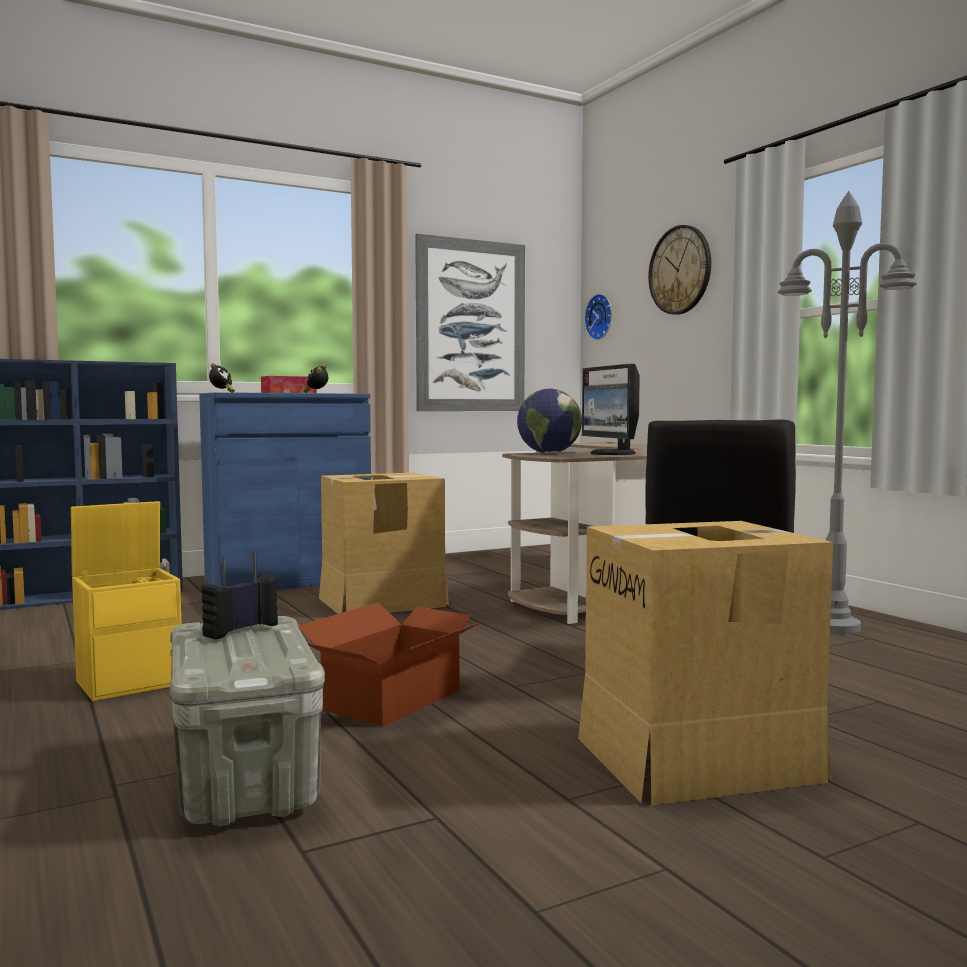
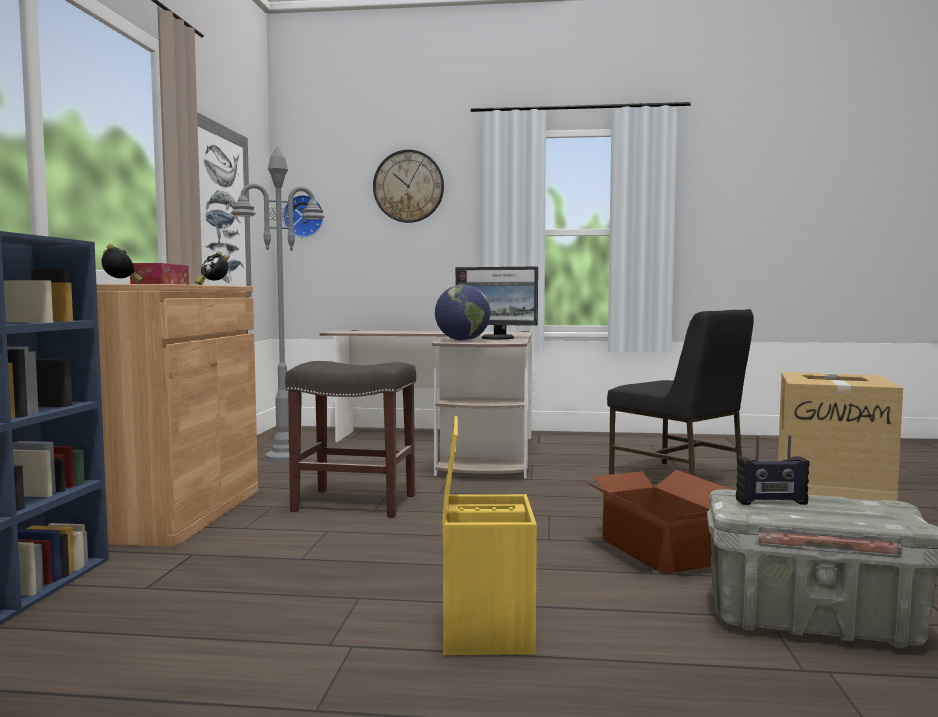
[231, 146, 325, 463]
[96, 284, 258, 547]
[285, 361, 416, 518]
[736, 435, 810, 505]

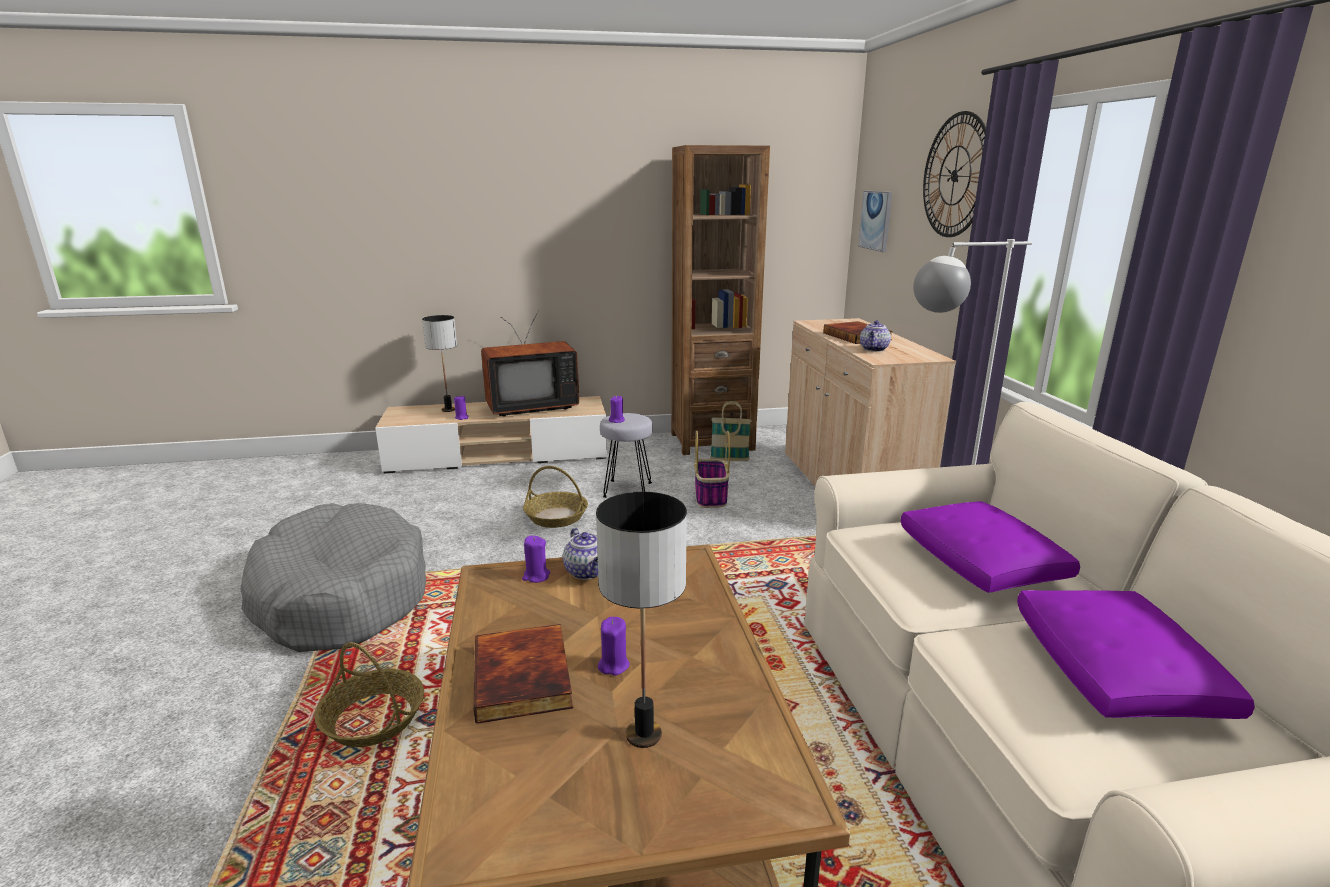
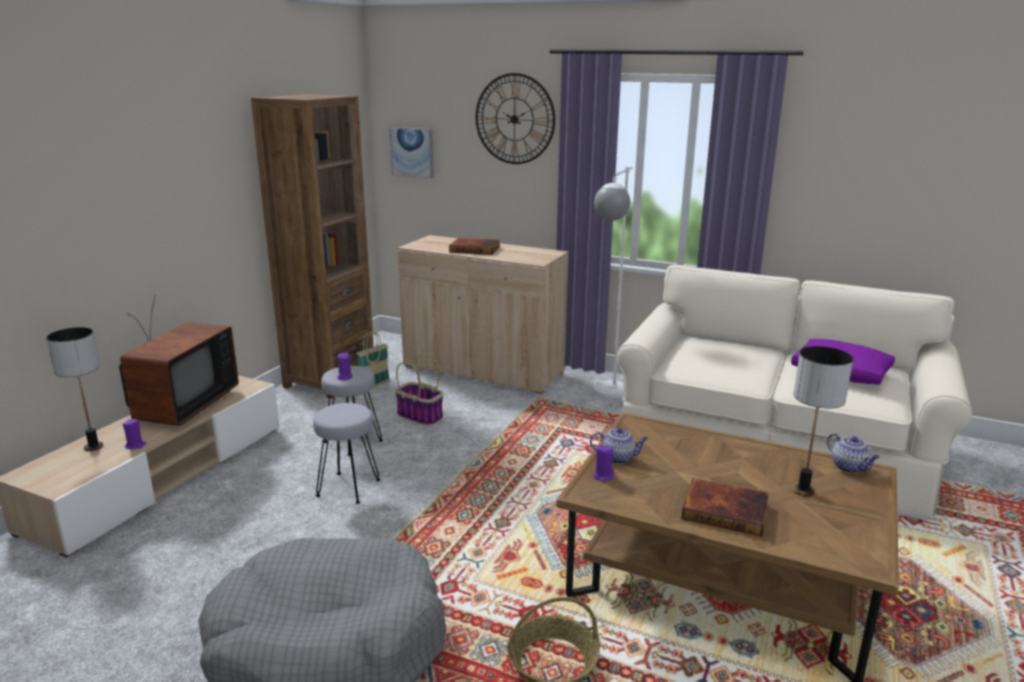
[827, 433, 880, 473]
[313, 403, 380, 504]
[901, 501, 1080, 593] (first image)
[598, 617, 630, 676] (first image)

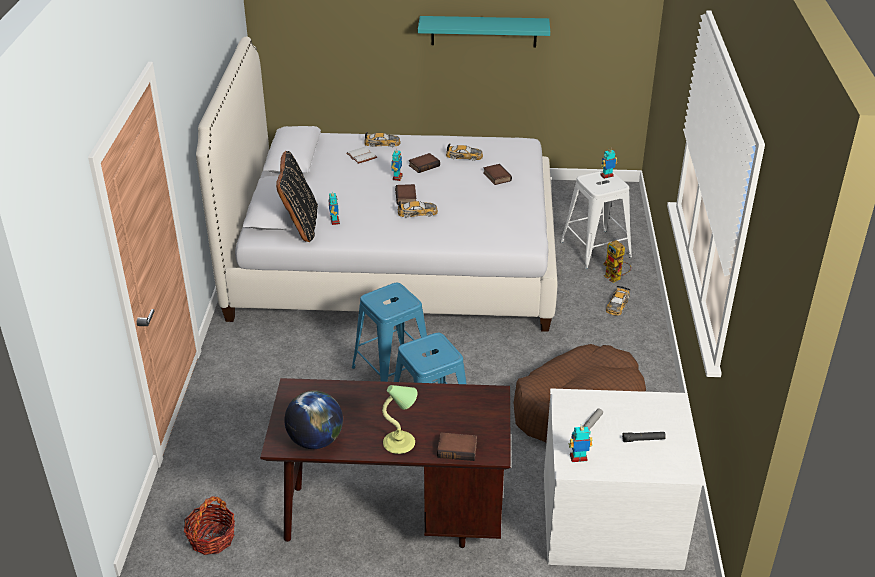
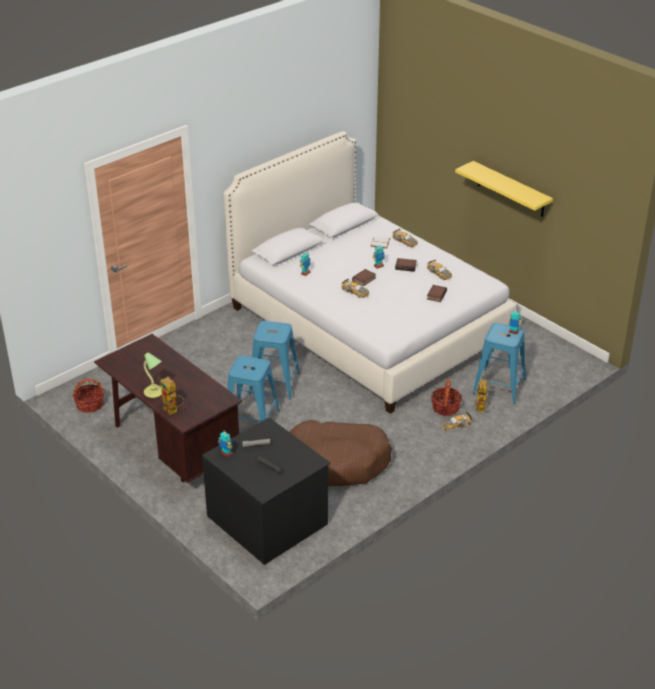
[455, 161, 553, 217]
[276, 151, 318, 242] (first image)
[472, 323, 526, 404]
[202, 418, 331, 565]
[284, 391, 343, 449] (first image)
[160, 377, 184, 415]
[431, 379, 462, 416]

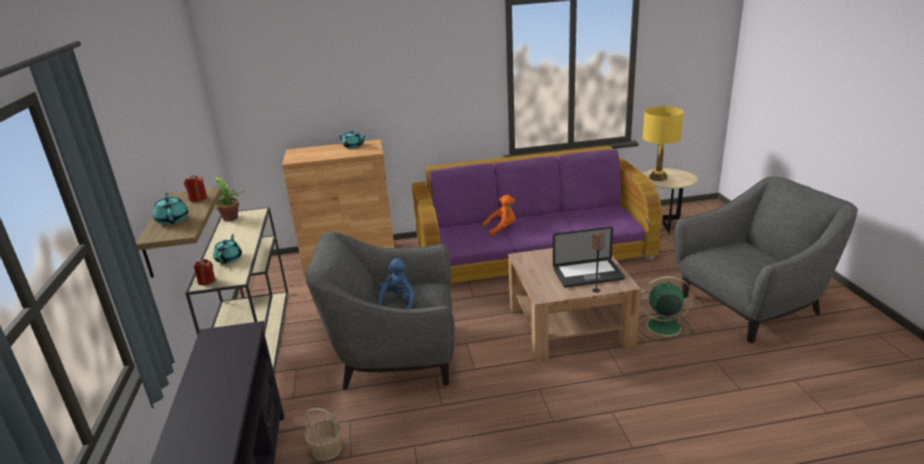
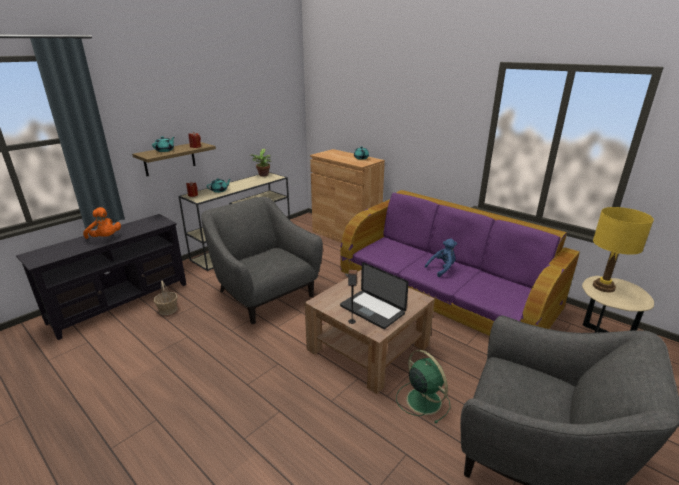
[83, 207, 121, 239]
[425, 239, 457, 277]

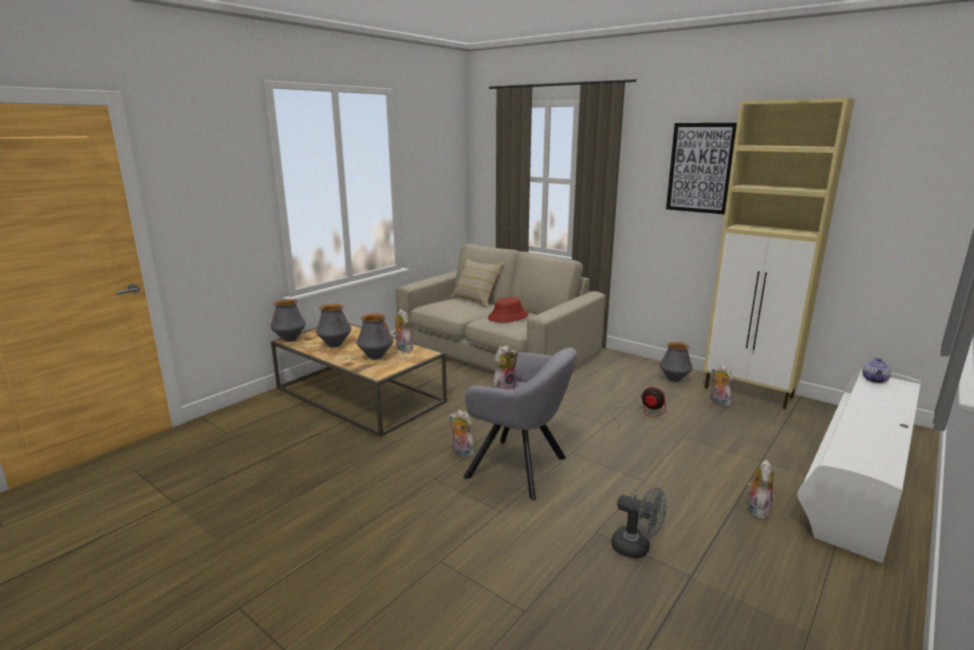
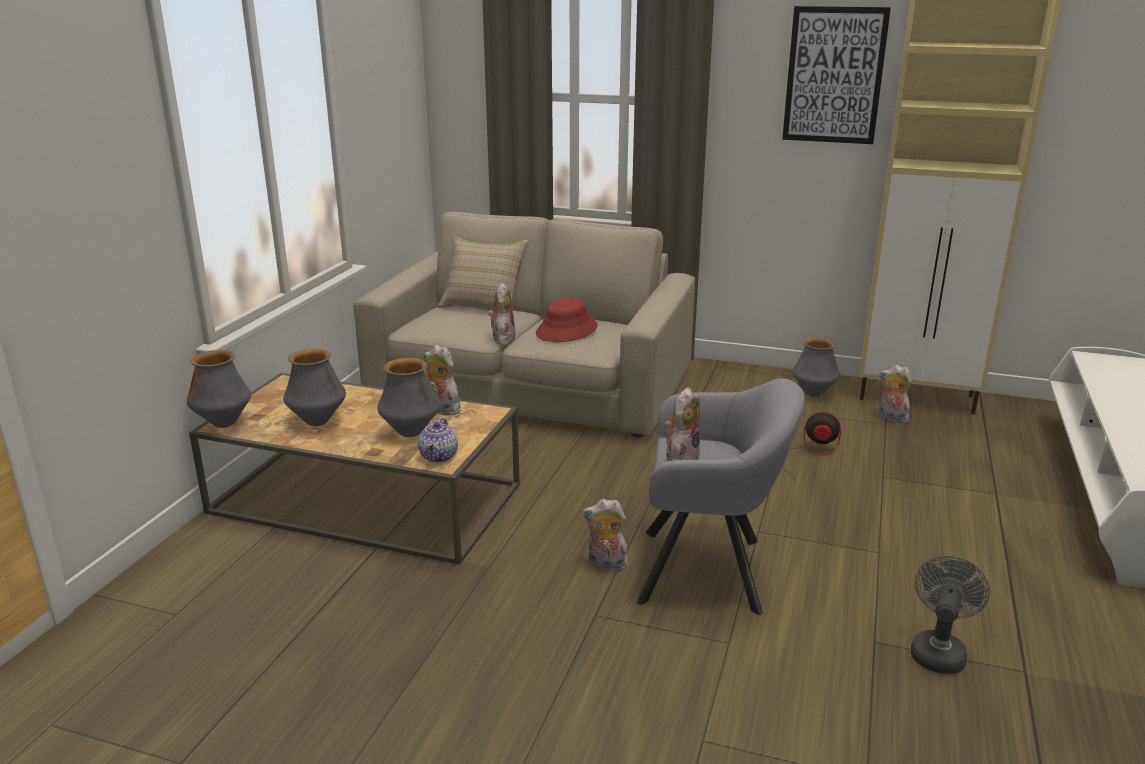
[418, 418, 458, 463]
[488, 283, 516, 345]
[911, 556, 990, 674]

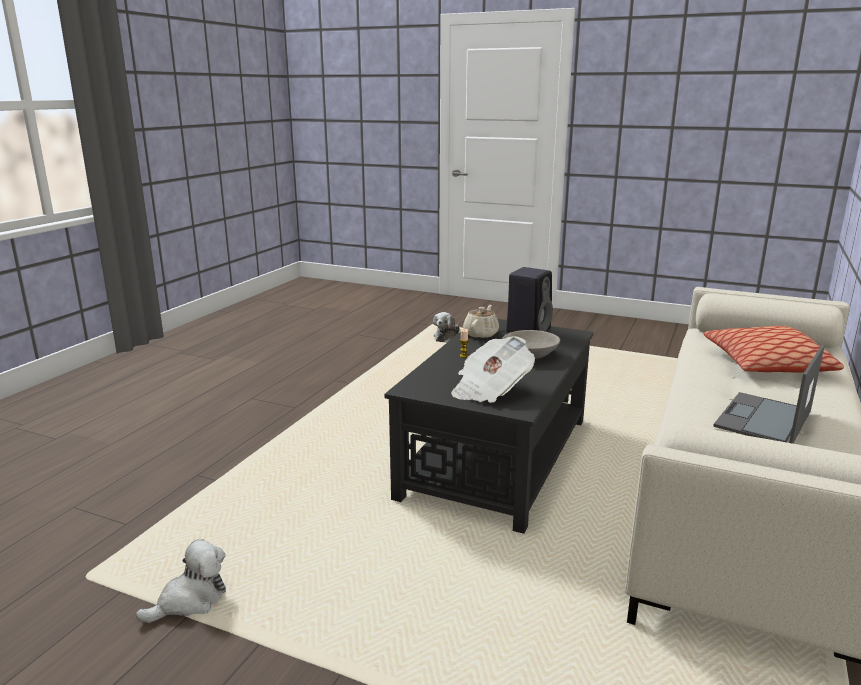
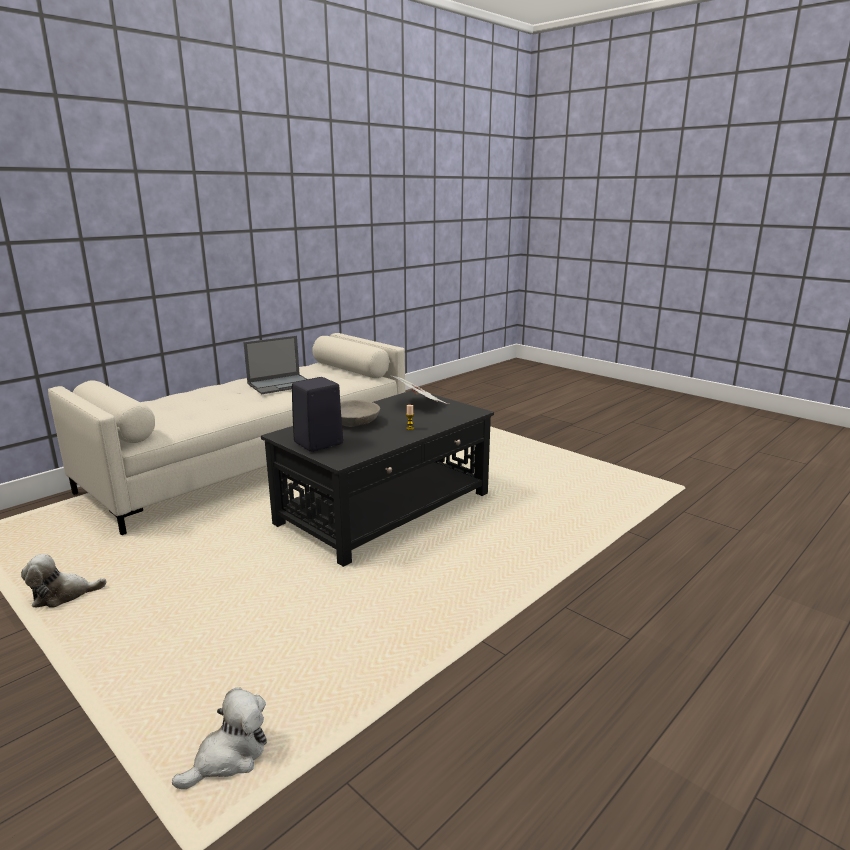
[463, 305, 499, 338] (first image)
[704, 326, 844, 373] (first image)
[21, 554, 107, 608]

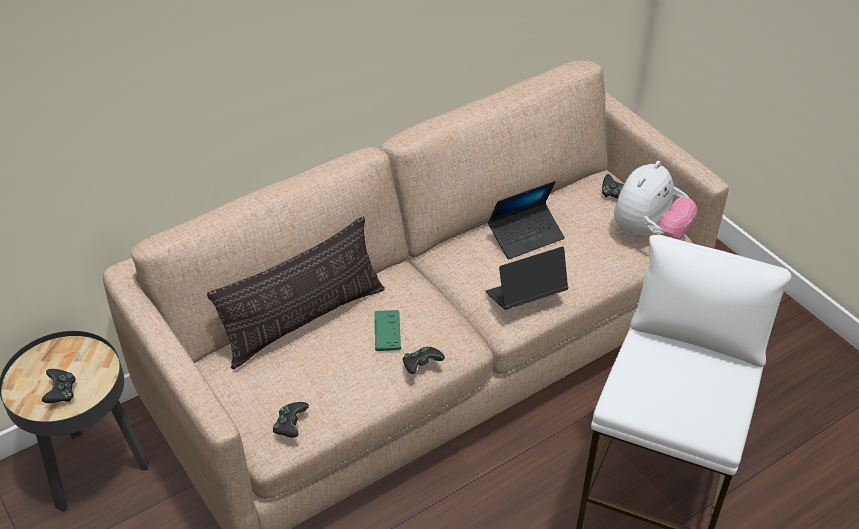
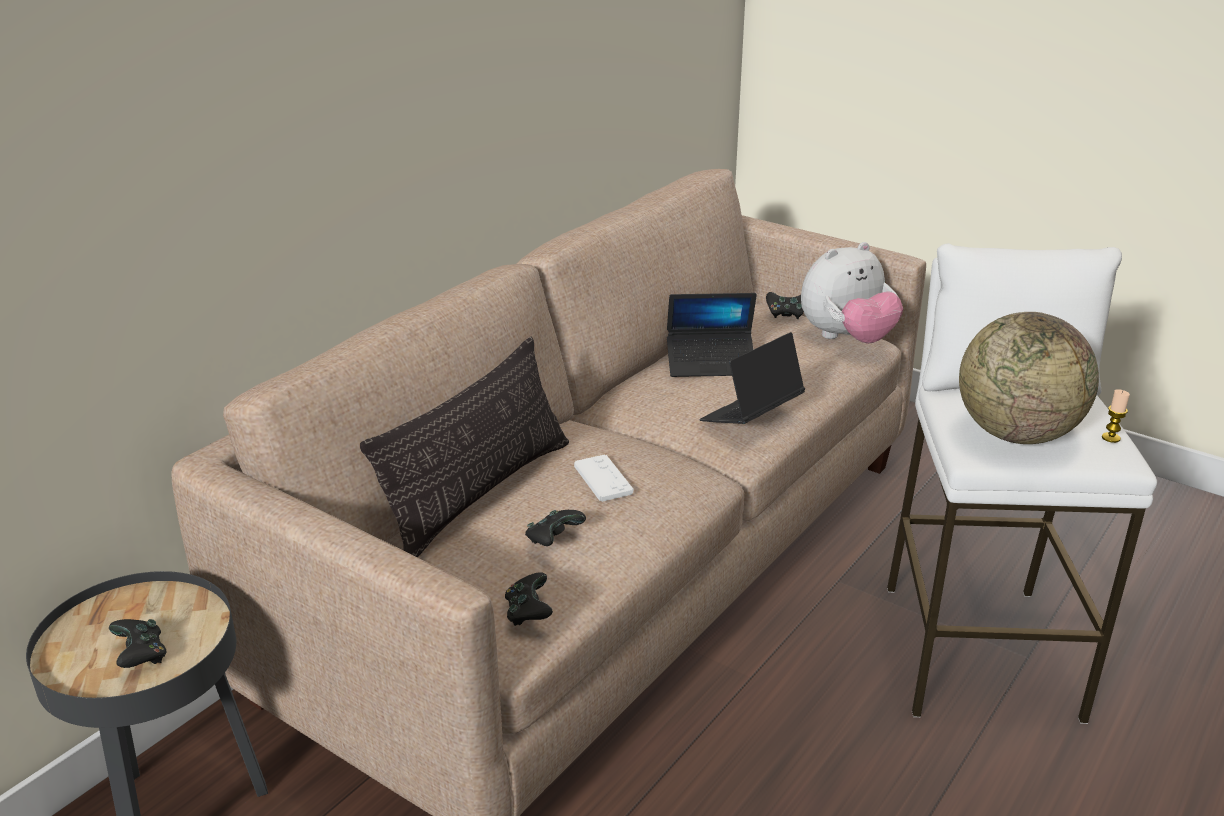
[801, 242, 903, 344]
[667, 293, 757, 377]
[574, 455, 633, 502]
[525, 510, 586, 546]
[959, 312, 1099, 444]
[1102, 389, 1130, 443]

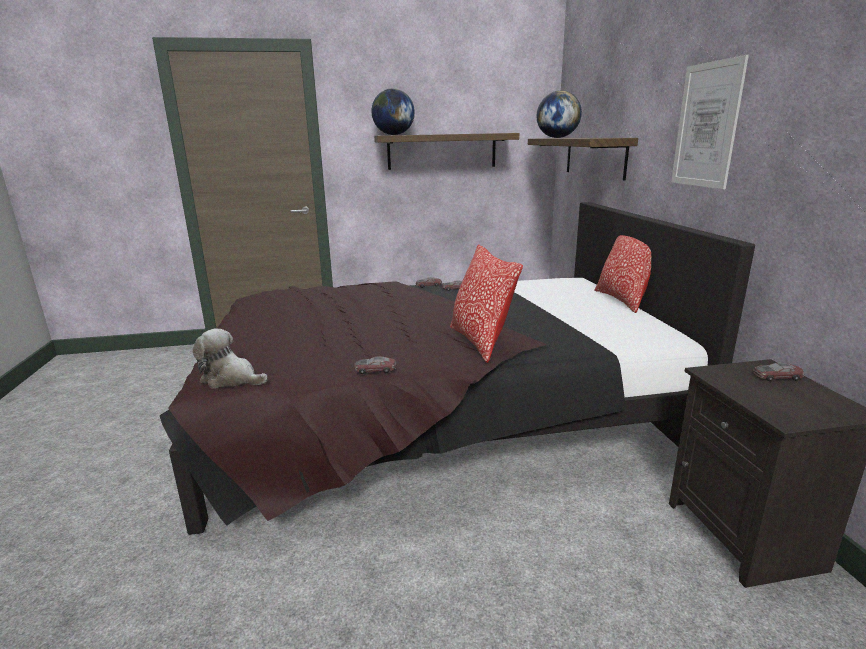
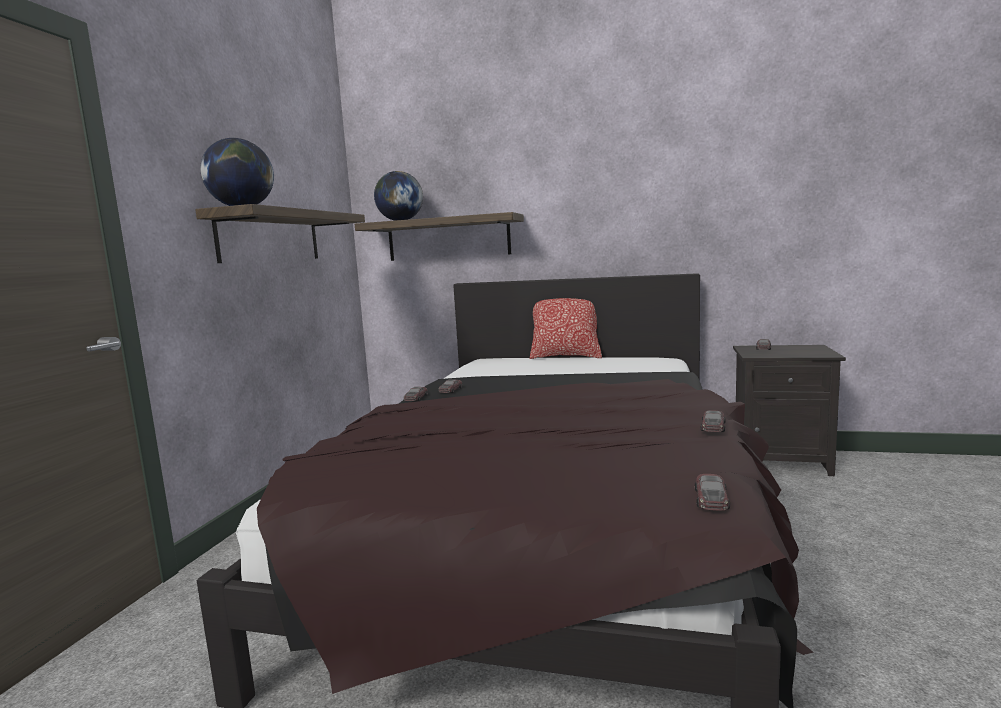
[671, 55, 749, 189] (first image)
[450, 244, 523, 363] (first image)
[695, 474, 730, 511]

